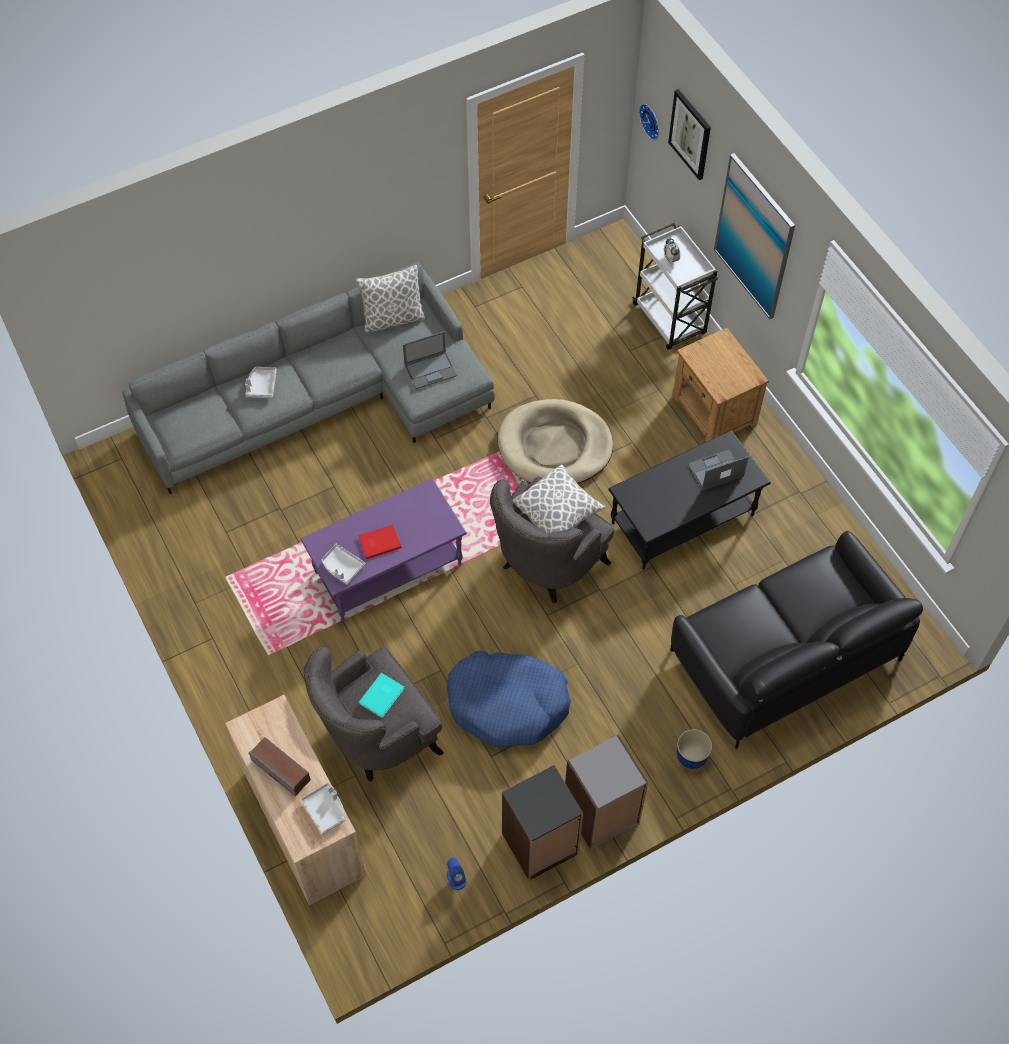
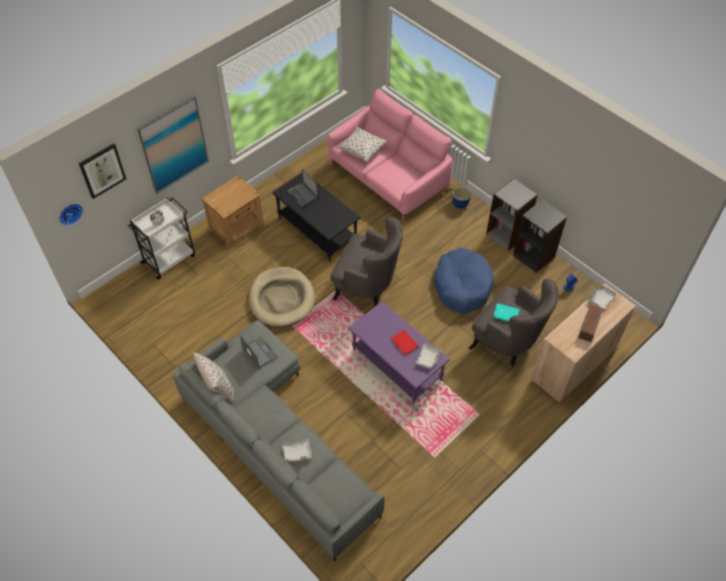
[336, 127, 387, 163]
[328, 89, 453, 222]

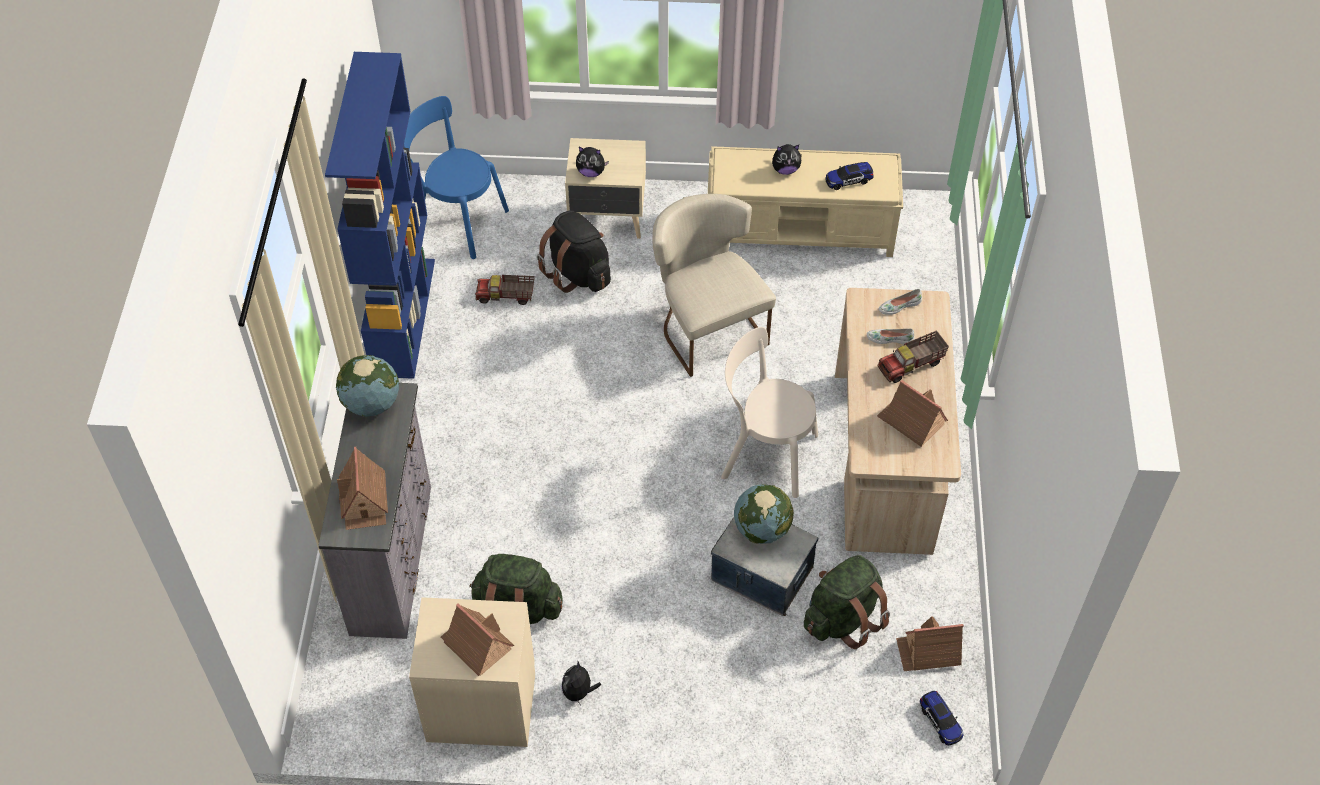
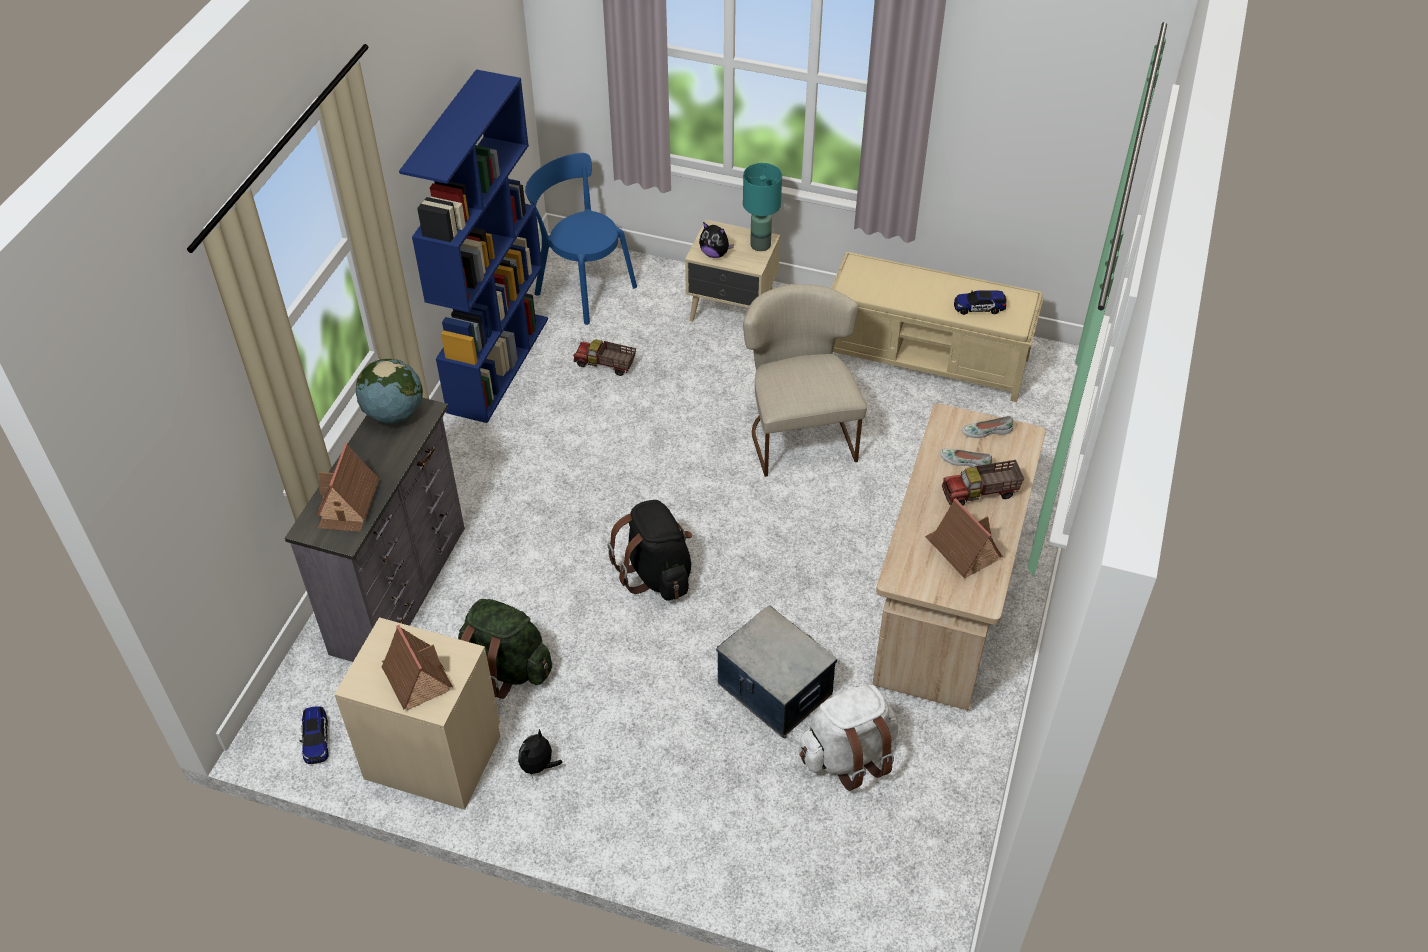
[772, 144, 802, 175] (first image)
[607, 500, 692, 600]
[721, 327, 818, 498] (first image)
[734, 484, 794, 544] (first image)
[799, 685, 898, 791]
[896, 616, 964, 671] (first image)
[300, 706, 329, 764]
[743, 163, 782, 251]

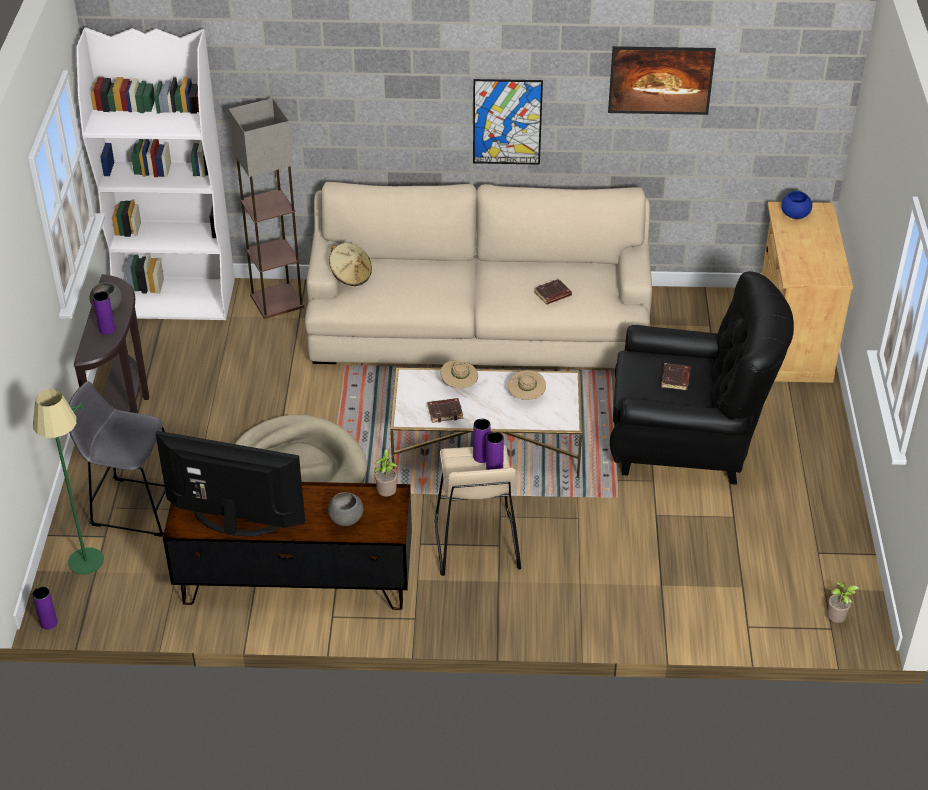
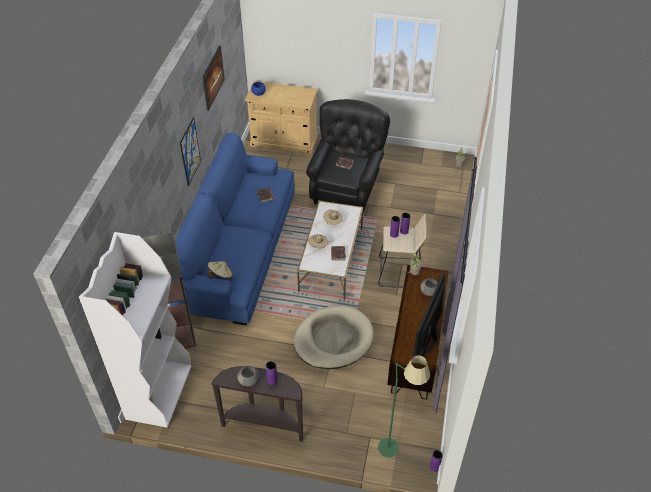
[170, 133, 295, 325]
[69, 381, 166, 537] (first image)

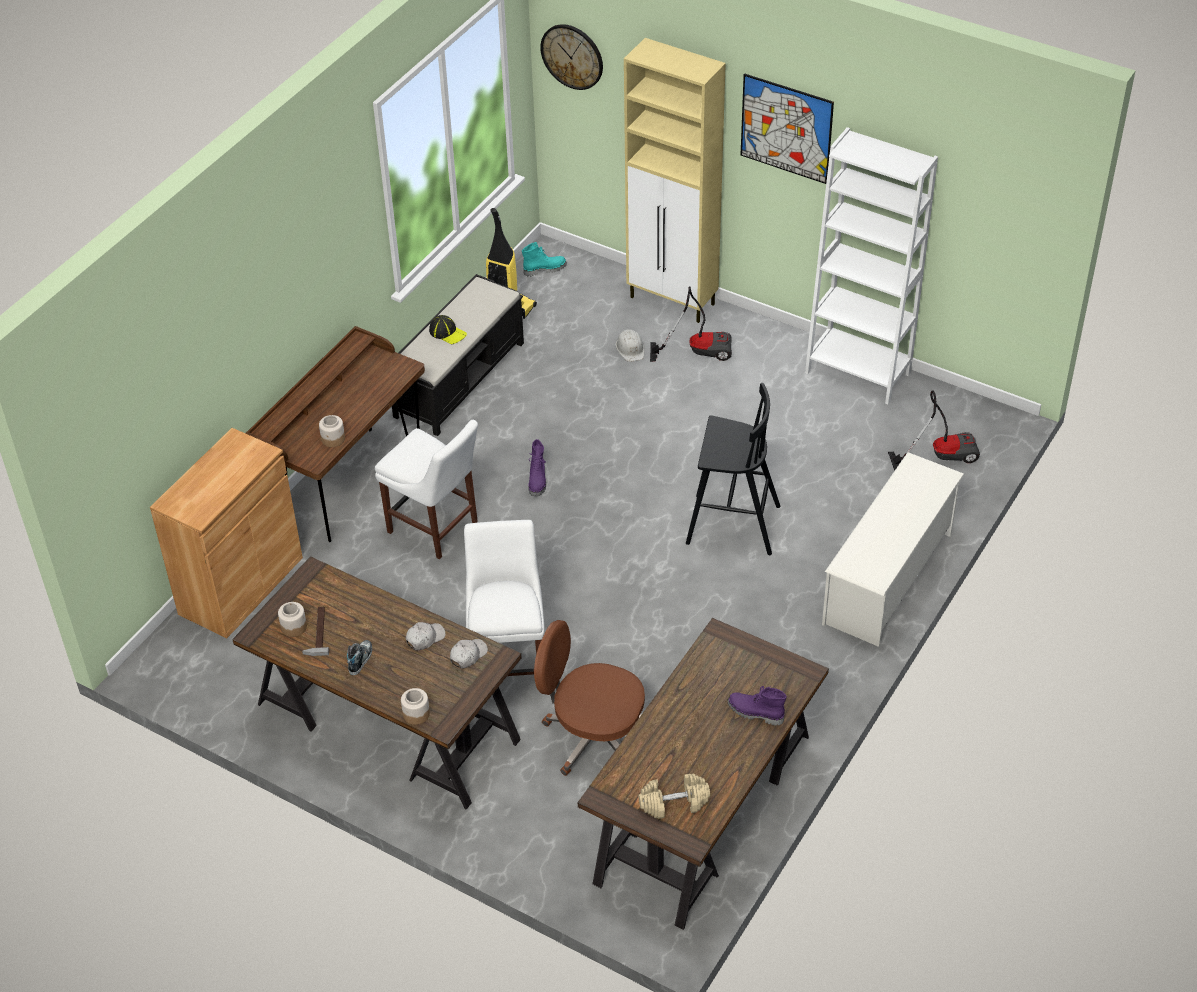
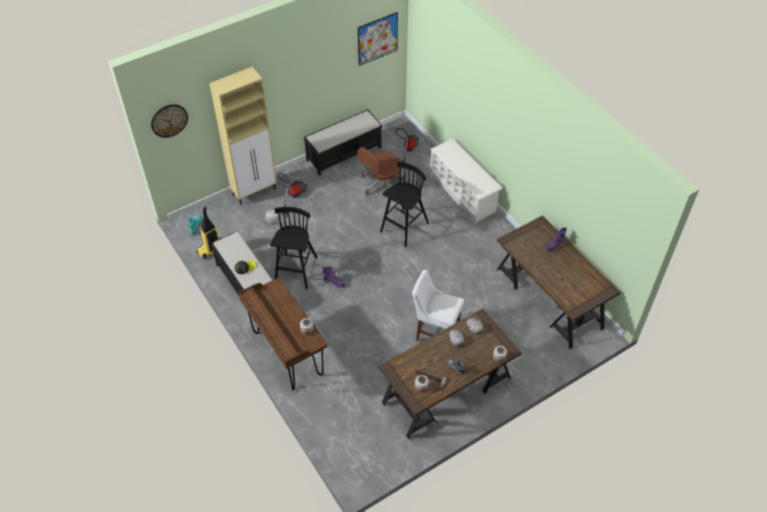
[358, 12, 398, 66]
[304, 110, 382, 175]
[375, 420, 478, 559] (first image)
[150, 428, 303, 638] (first image)
[357, 147, 406, 195]
[638, 773, 710, 819] (first image)
[270, 207, 318, 289]

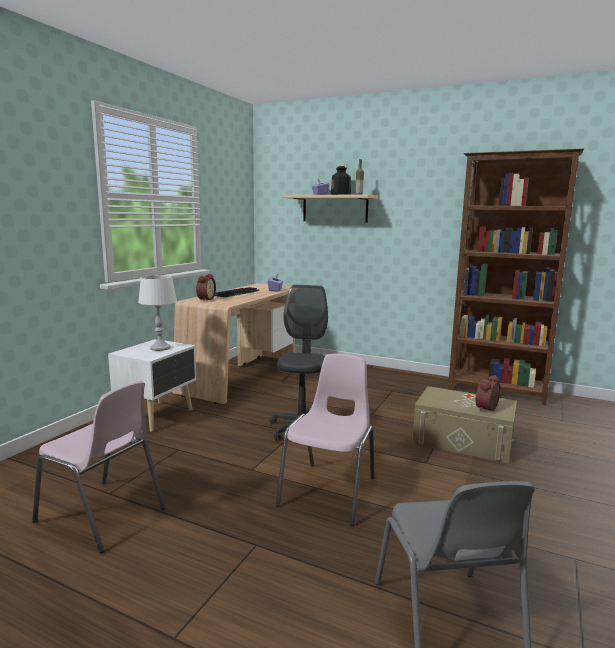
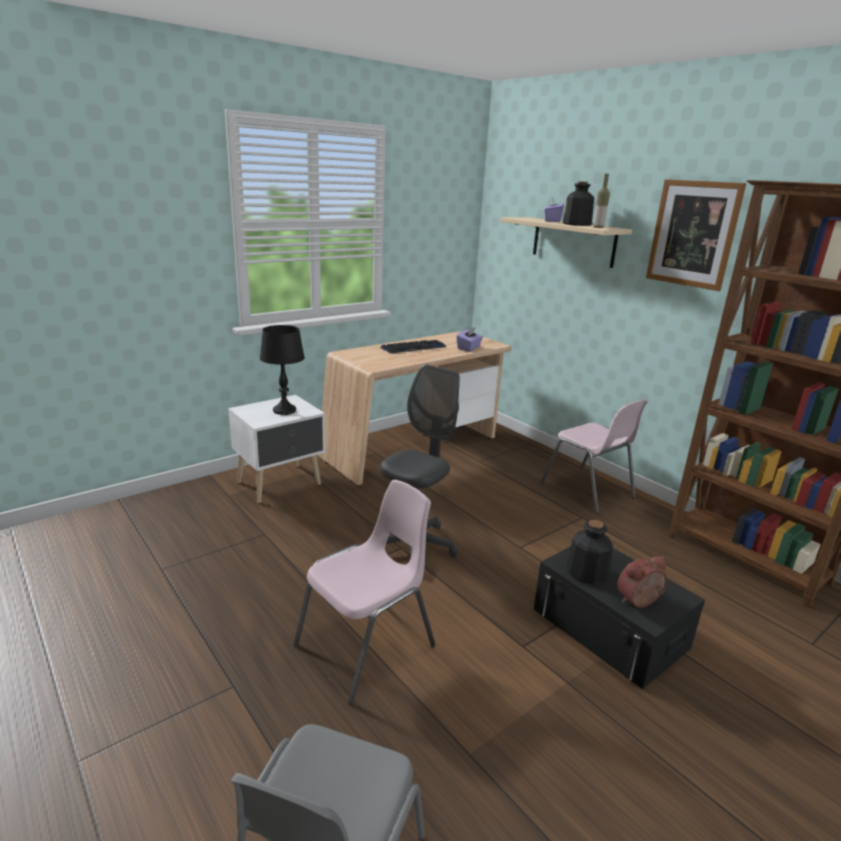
[196, 274, 216, 301] (first image)
[260, 325, 305, 415]
[540, 399, 648, 514]
[534, 546, 705, 689]
[646, 179, 746, 291]
[566, 520, 613, 584]

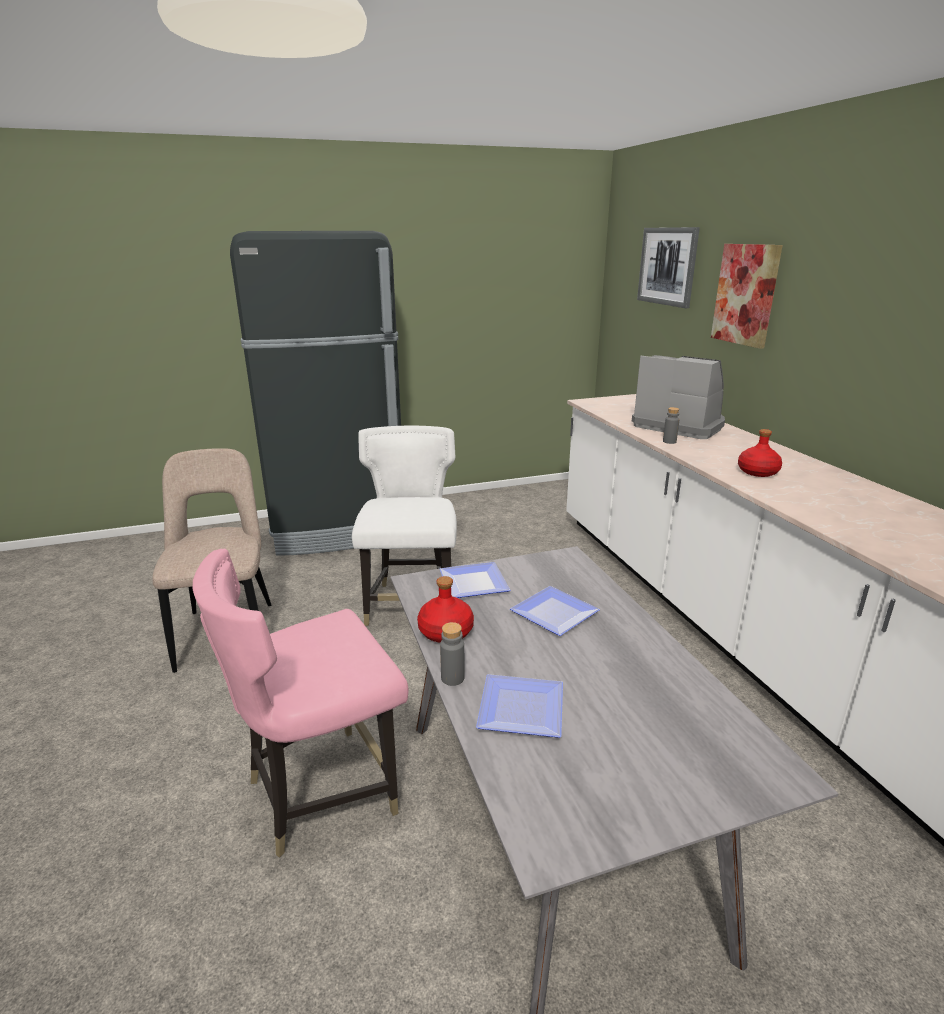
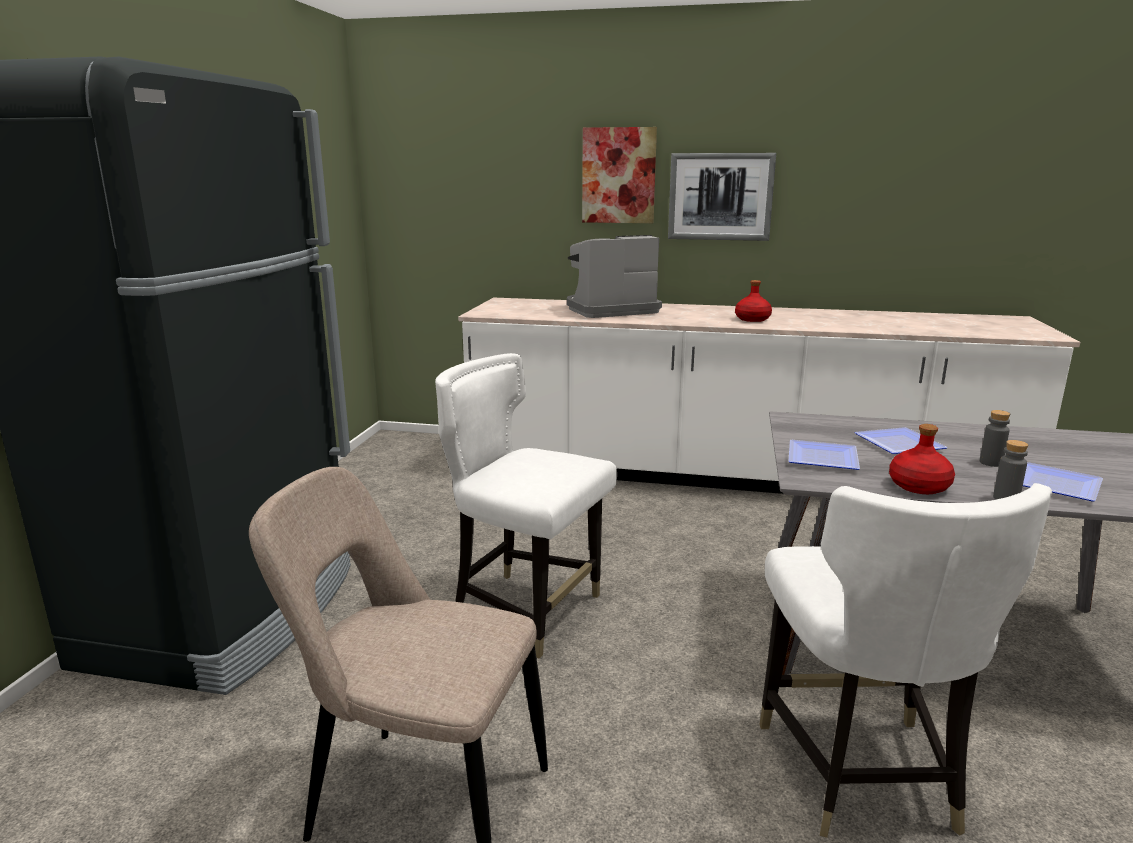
[668, 153, 776, 241]
[980, 410, 1010, 467]
[759, 483, 1052, 838]

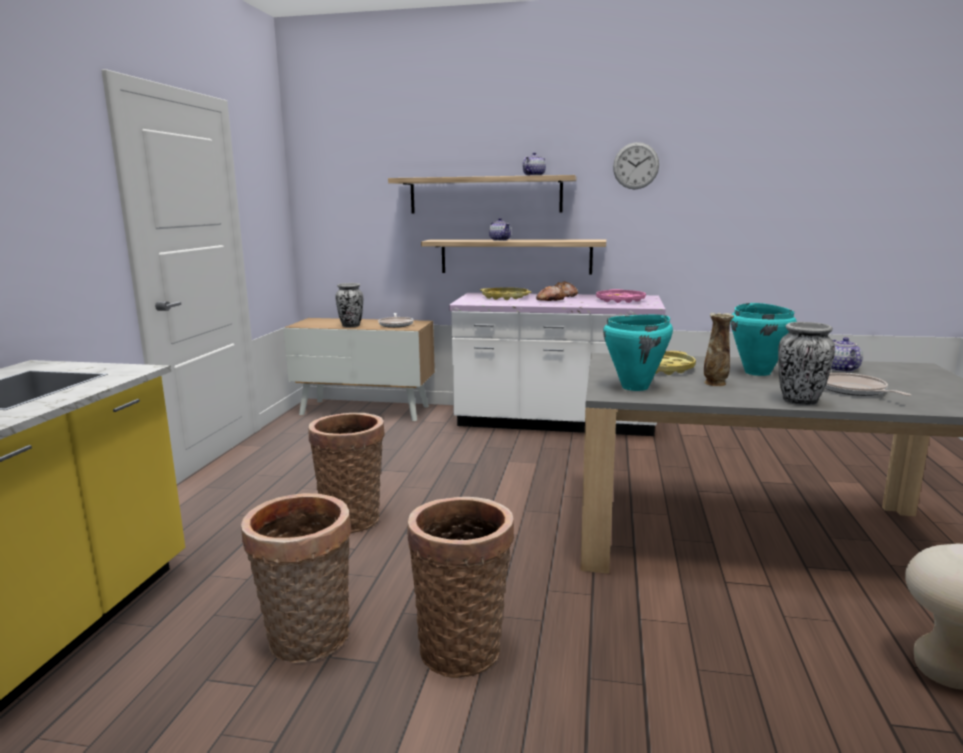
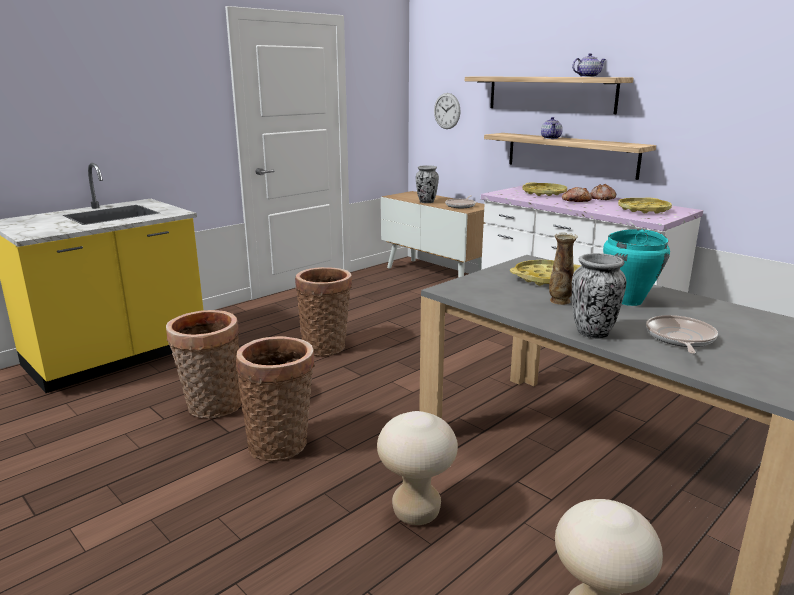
[434, 93, 461, 129]
[618, 198, 672, 214]
[603, 314, 673, 391] (first image)
[831, 337, 863, 372] (first image)
[377, 411, 458, 525]

